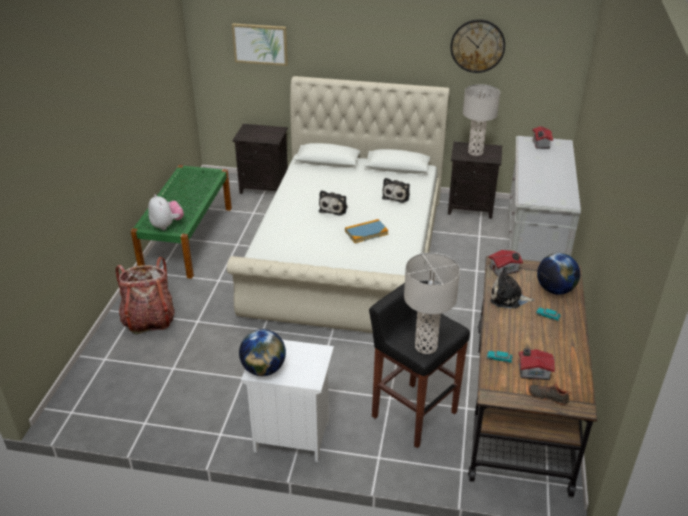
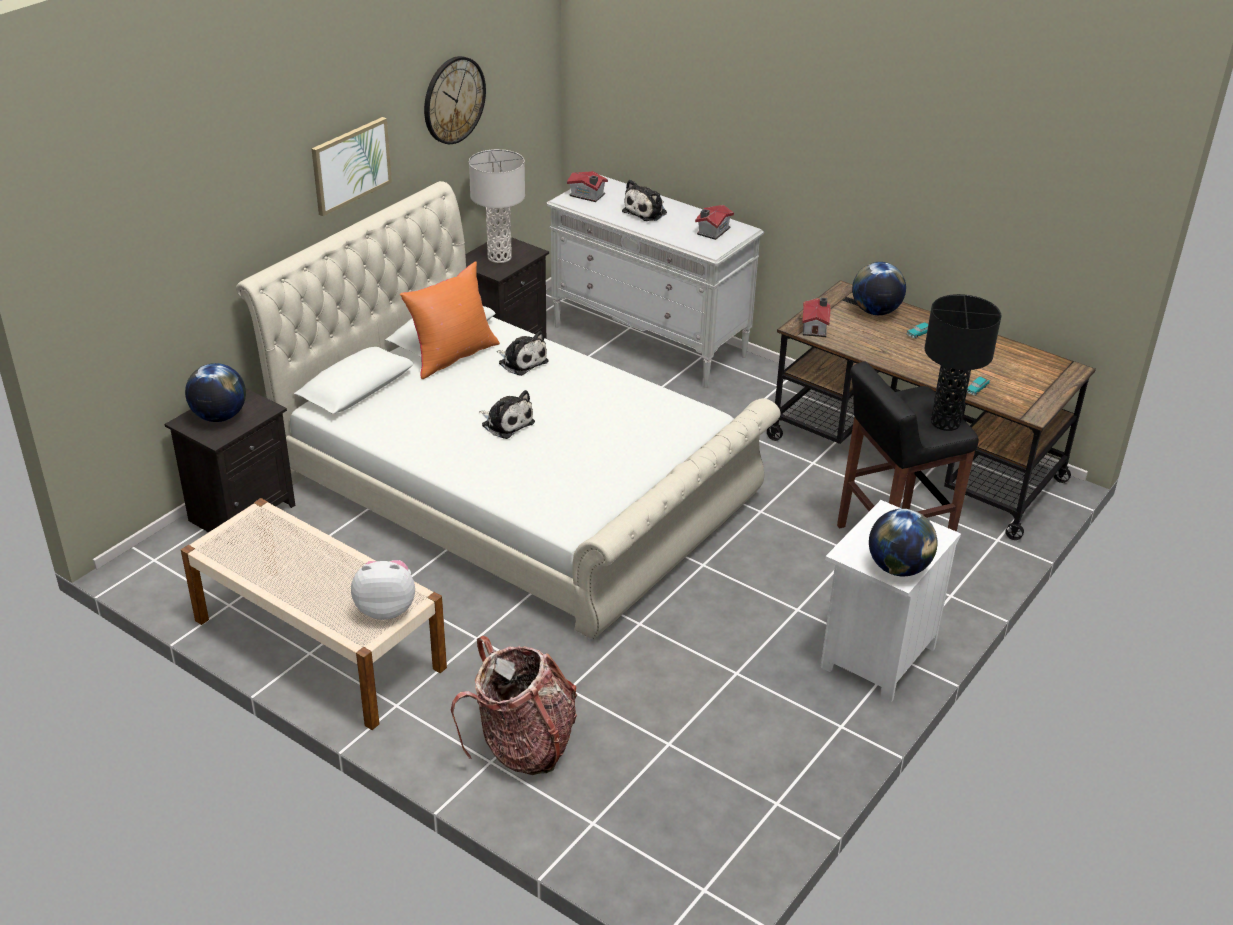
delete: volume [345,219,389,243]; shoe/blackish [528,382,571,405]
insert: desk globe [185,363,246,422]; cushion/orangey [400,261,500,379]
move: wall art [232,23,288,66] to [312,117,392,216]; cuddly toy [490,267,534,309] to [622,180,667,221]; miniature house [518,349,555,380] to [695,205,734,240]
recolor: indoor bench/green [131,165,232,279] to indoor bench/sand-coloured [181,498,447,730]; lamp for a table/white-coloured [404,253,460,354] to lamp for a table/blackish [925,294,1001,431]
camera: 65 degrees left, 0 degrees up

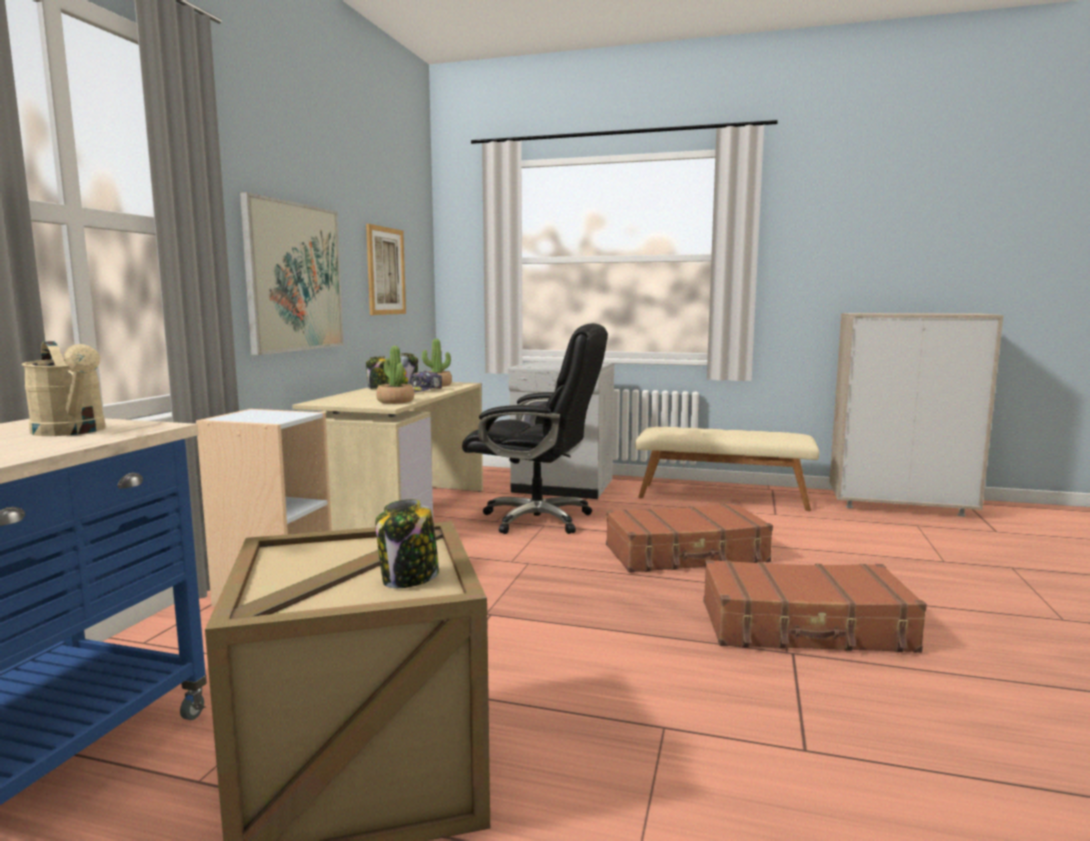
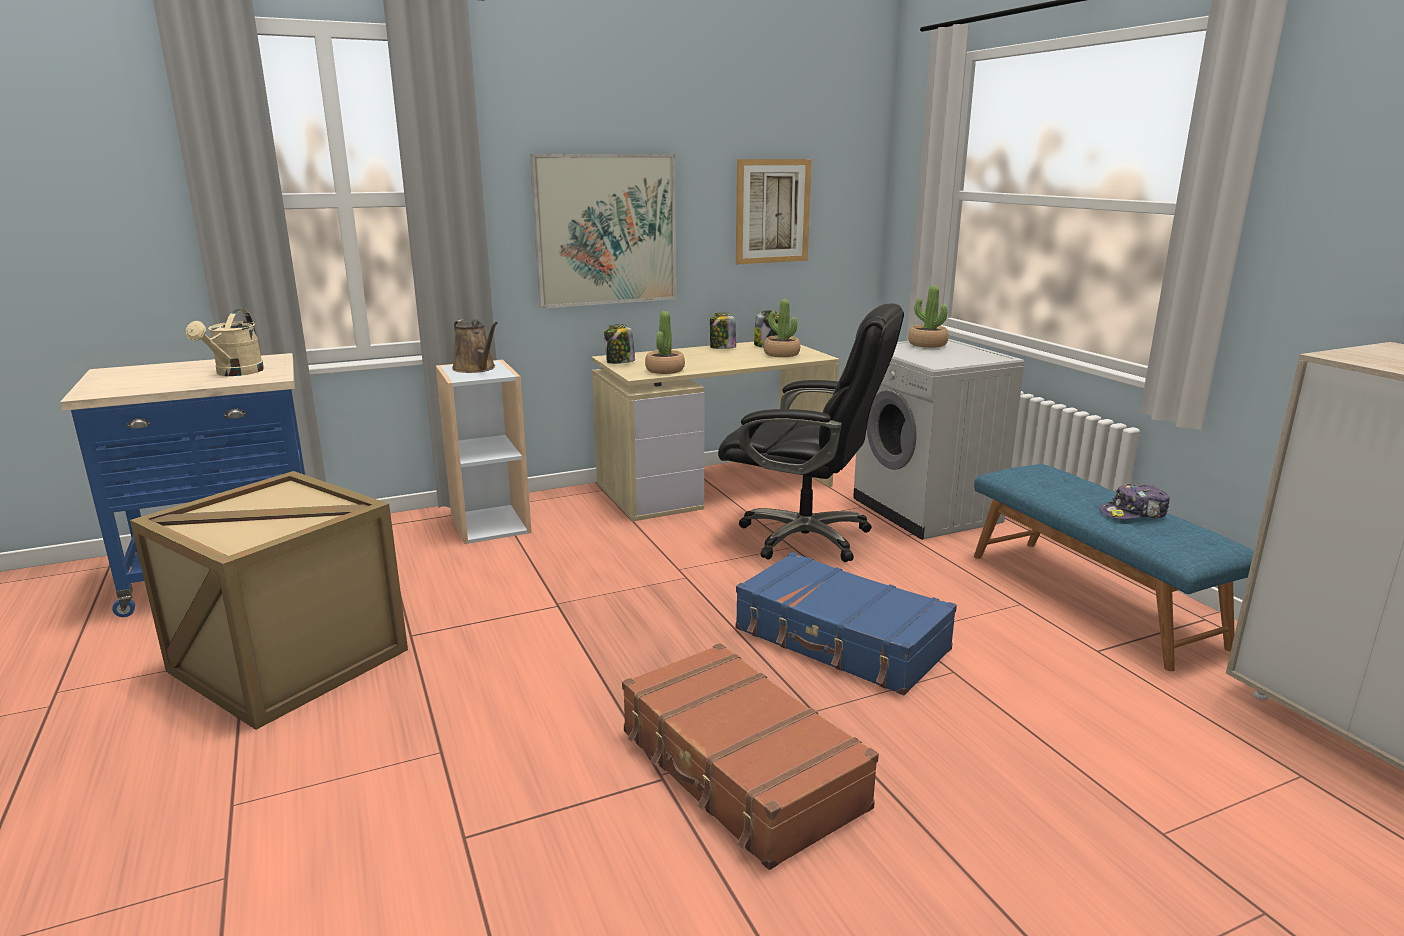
insert: watering pot/brown-coloured [452,319,498,373]; houseplant [908,285,948,348]
move: storage jar [375,499,439,588] to [604,324,635,364]; baseball cap [409,371,442,392] to [1099,483,1170,519]
recolor: suitcase/brown-coloured [606,503,773,573] to suitcase/blue-coloured [736,552,957,696]; indoor bench/sand-coloured [635,427,819,511] to indoor bench/blue-coloured [974,464,1254,671]
rotate: office chair/blackish [462,323,608,534] = [718,304,904,562] 45 degrees counterclockwise
camera: 50 degrees right, 10 degrees up

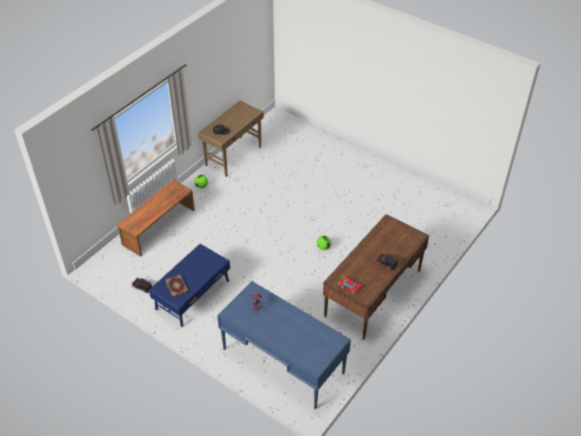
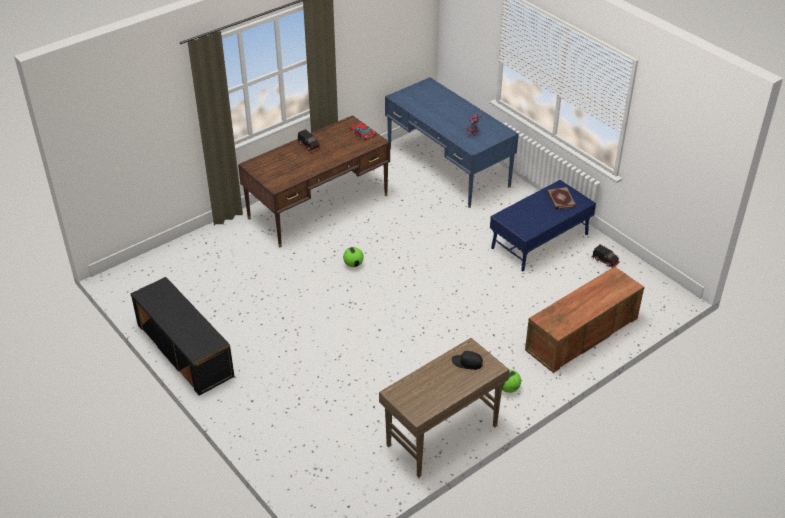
insert: indoor bench/blackish [130,277,235,396]
camera: 165 degrees left, 5 degrees down

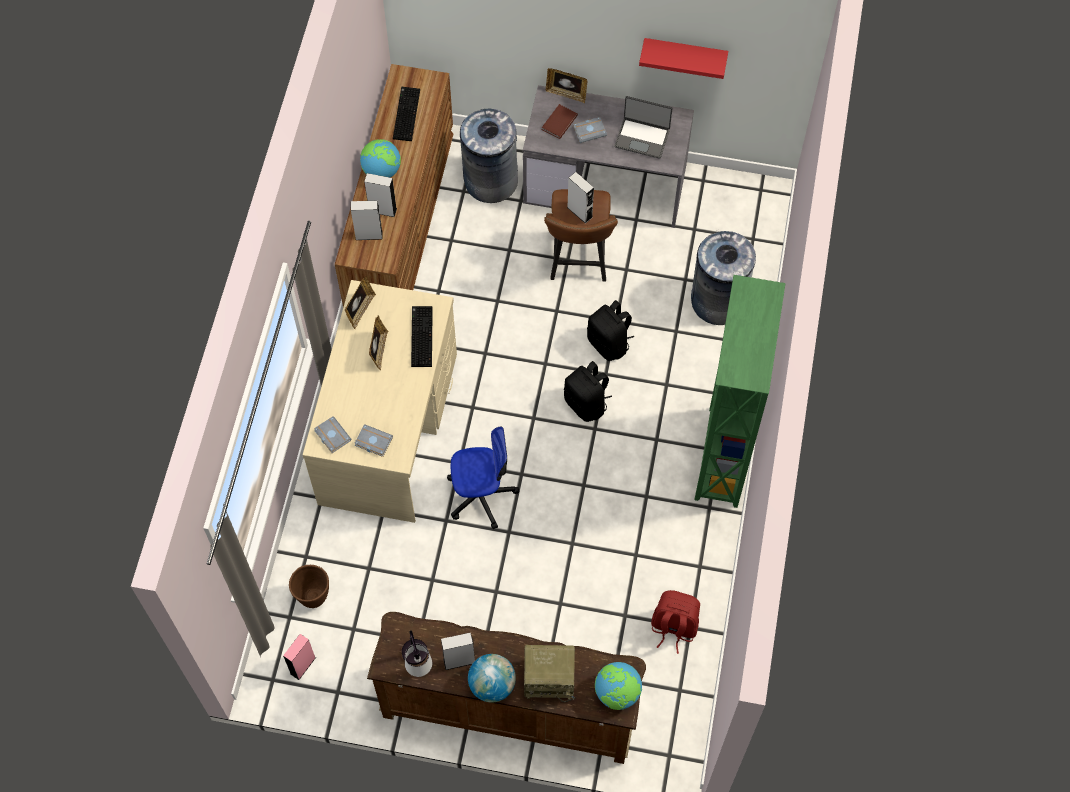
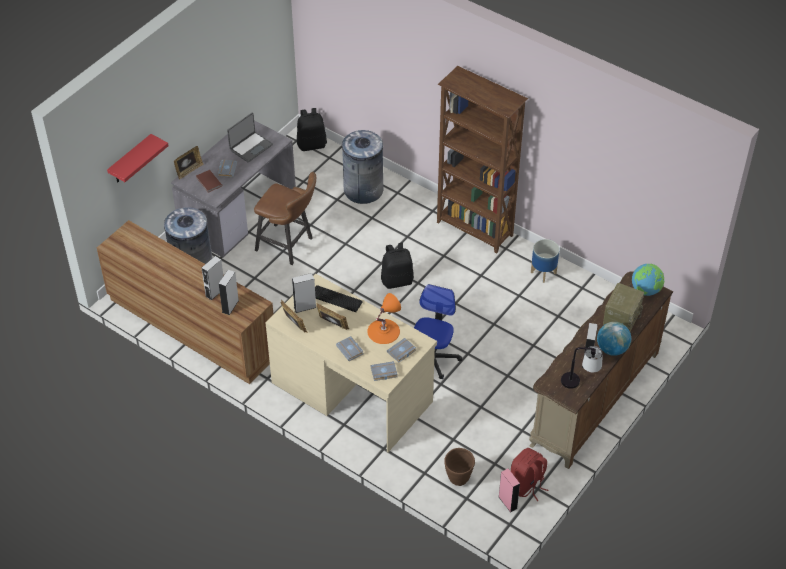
delete: desk globe [360,139,401,178]; computer keyboard [393,87,420,141]
insert: volume/greyish [336,336,364,361]; lamp for a table/orangey [367,293,401,344]; planter [531,239,560,283]
move: audio speaker/greyish [567,172,594,224] to [292,273,316,313]; rucksack/blackish [587,300,634,361] to [297,108,327,151]; shelf/reddish [639,38,728,79] to [107,134,169,182]; rucksack/reddish [651,590,700,654] to [511,448,548,501]
recolor: bookcase/green [694,275,786,508] to bookcase/brown-coloured [437,66,528,254]
camera: 65 degrees left, 15 degrees down

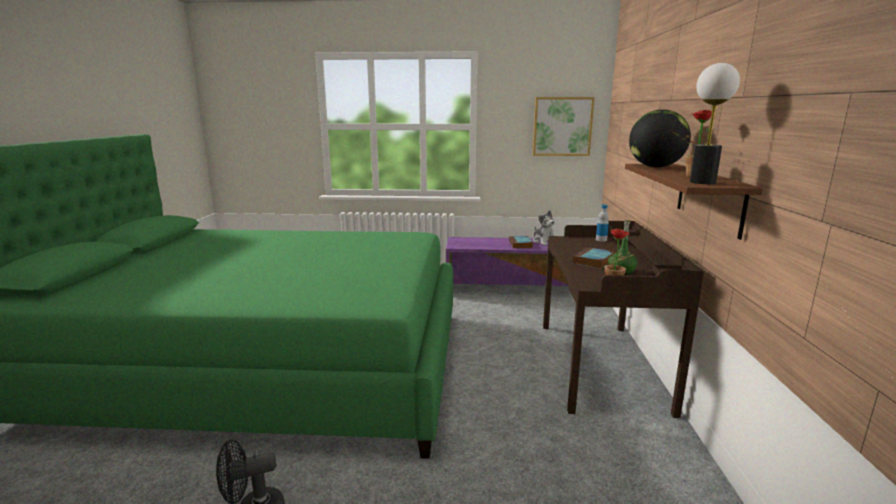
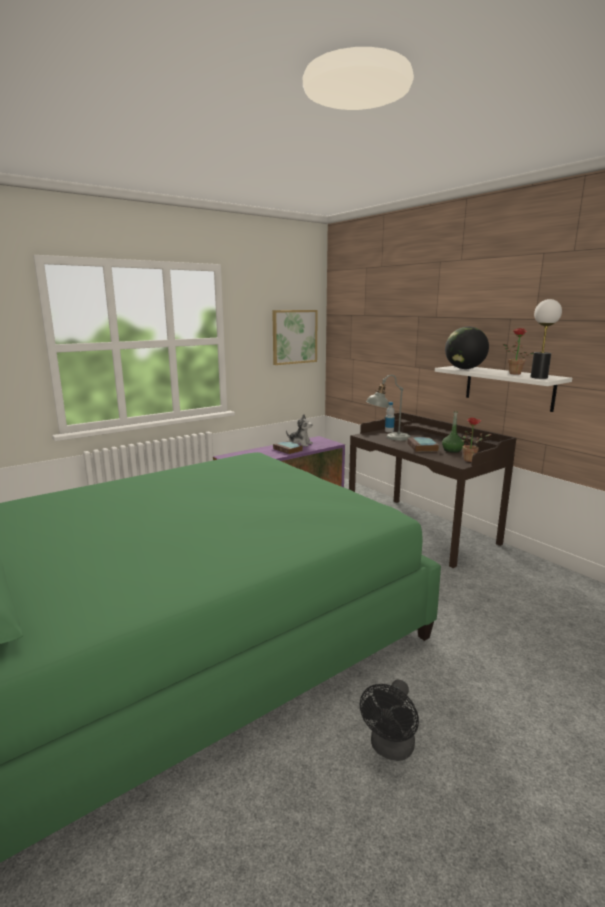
insert: lamp for a table/greyish [366,375,411,441]
recolor: shelf/brown-coloured [625,164,763,240] to shelf/white-coloured [435,366,572,412]
camera: 40 degrees left, 0 degrees up

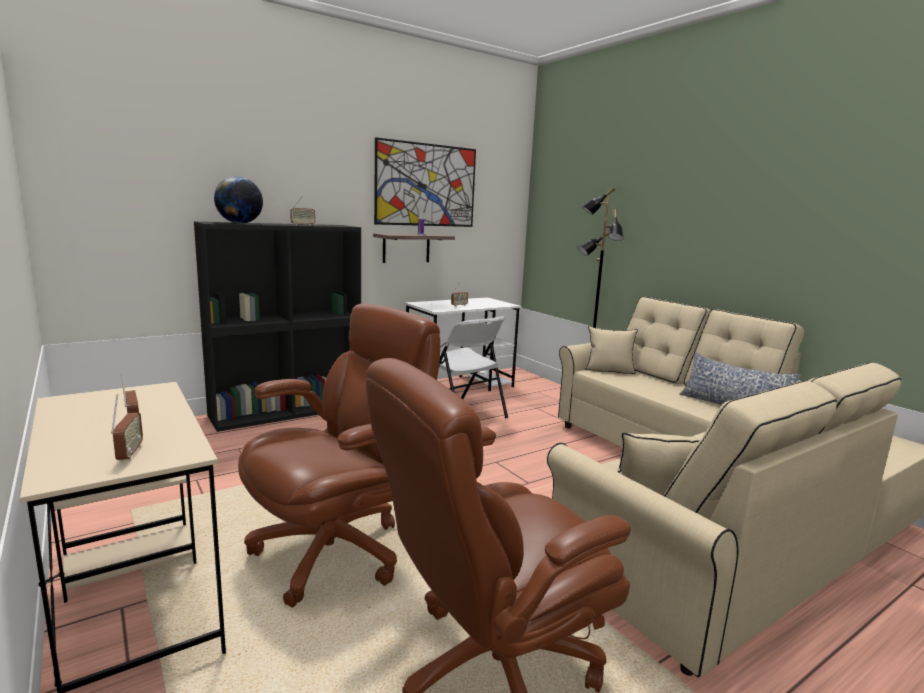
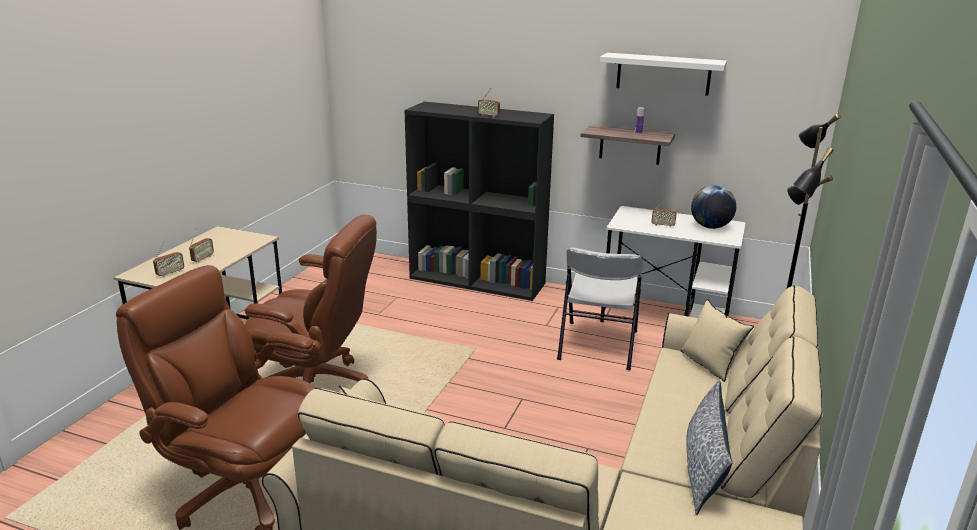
move: desk globe [214,177,263,224] to [691,185,736,229]
replace: wall art [374,137,476,227] to shelf/white-coloured [600,53,727,96]
camera: 55 degrees right, 10 degrees up

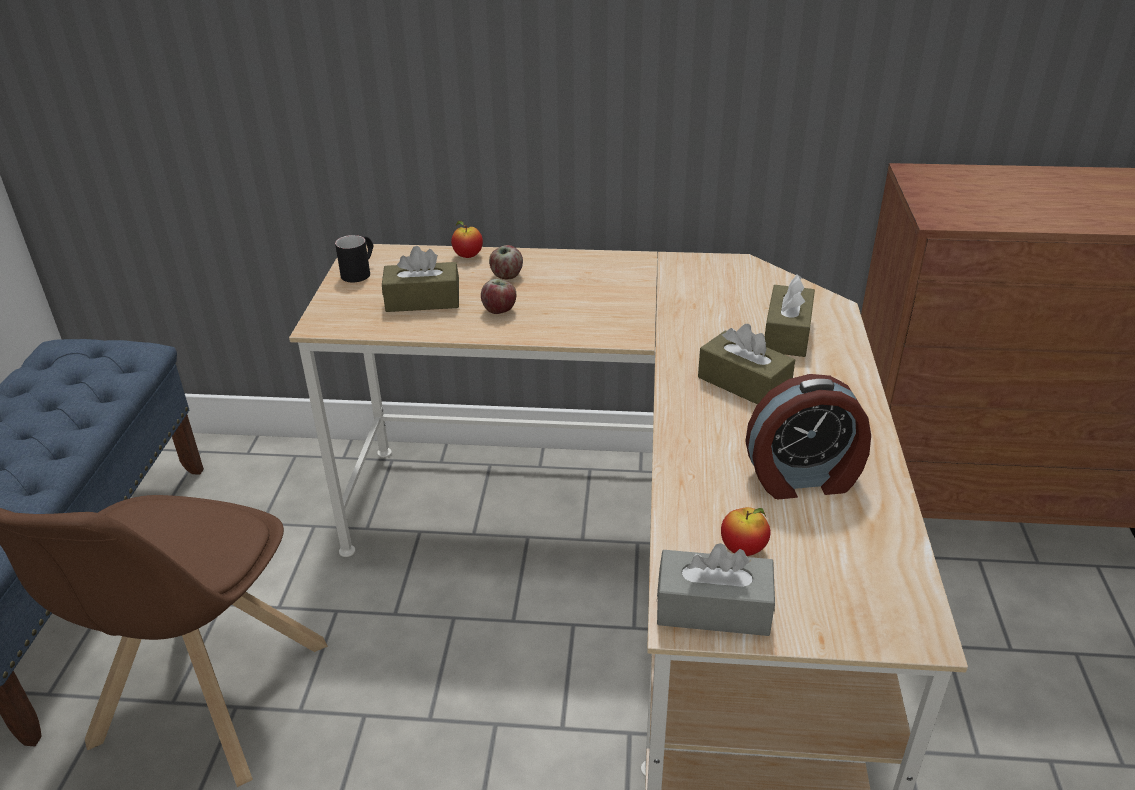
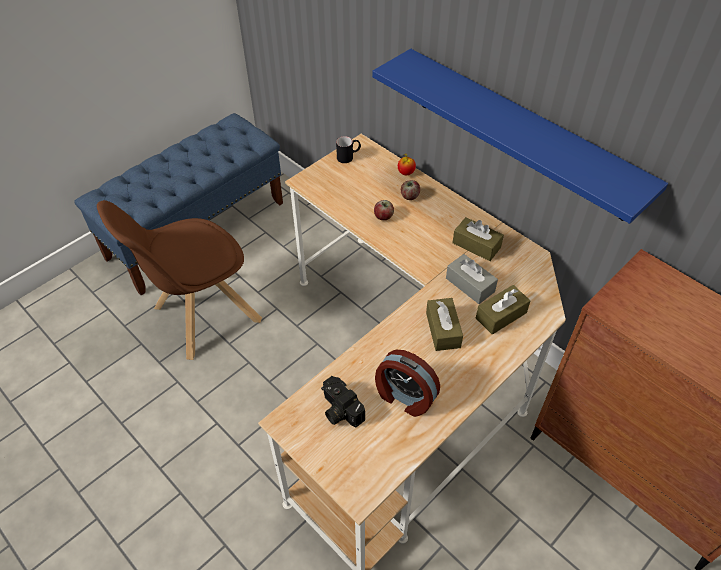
insert: shelf/blue-coloured [372,49,668,224]
move: tissue holder/brown-coloured [382,246,459,312] to [453,217,504,261]; tissue holder/greyish [657,543,775,636] to [446,254,498,304]
replace: apple fruit [721,507,771,556] to photo camera [321,376,365,427]
camera: 40 degrees right, 15 degrees up

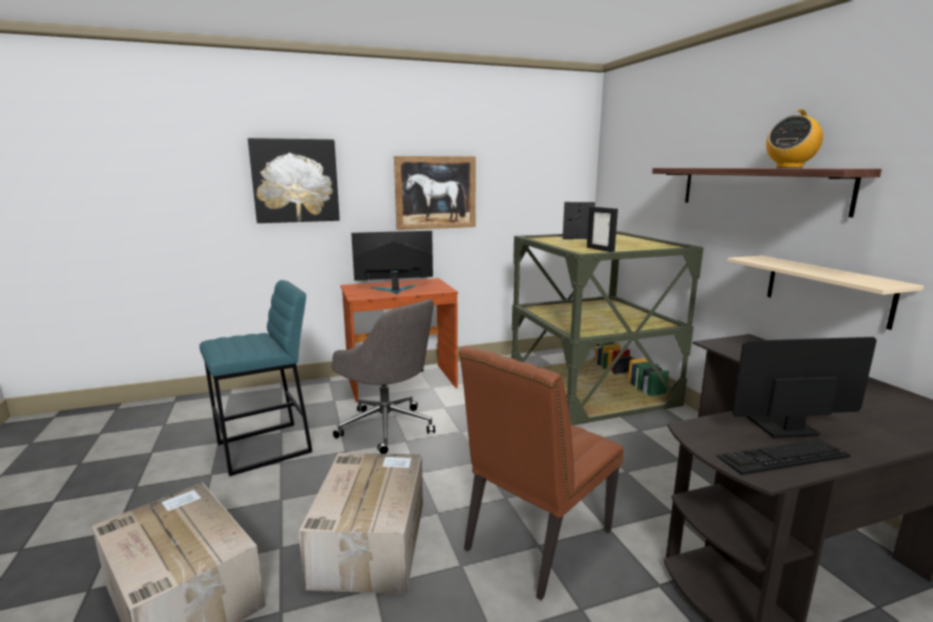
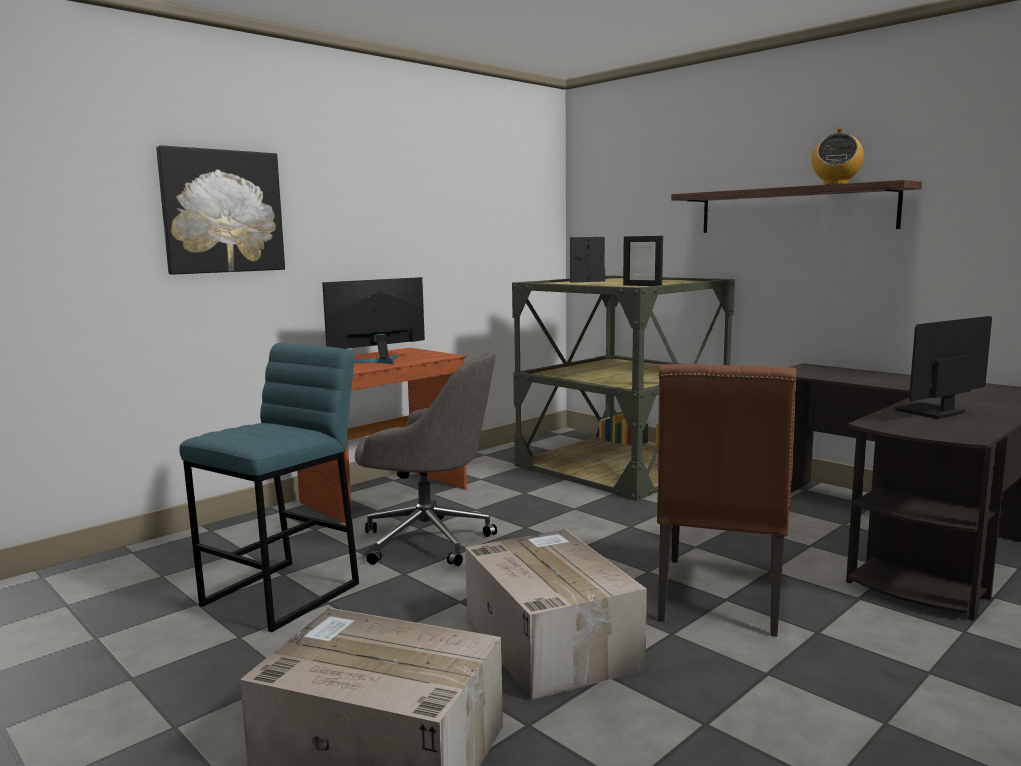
delete: wall art [394,156,476,230]; computer keyboard [716,439,850,475]; shelf/sand-coloured [727,255,924,330]
camera: 25 degrees left, 5 degrees down

